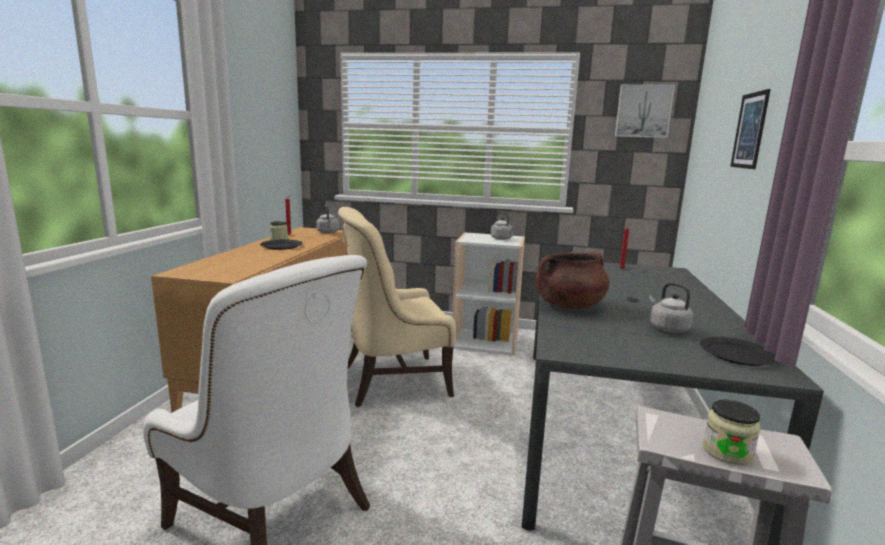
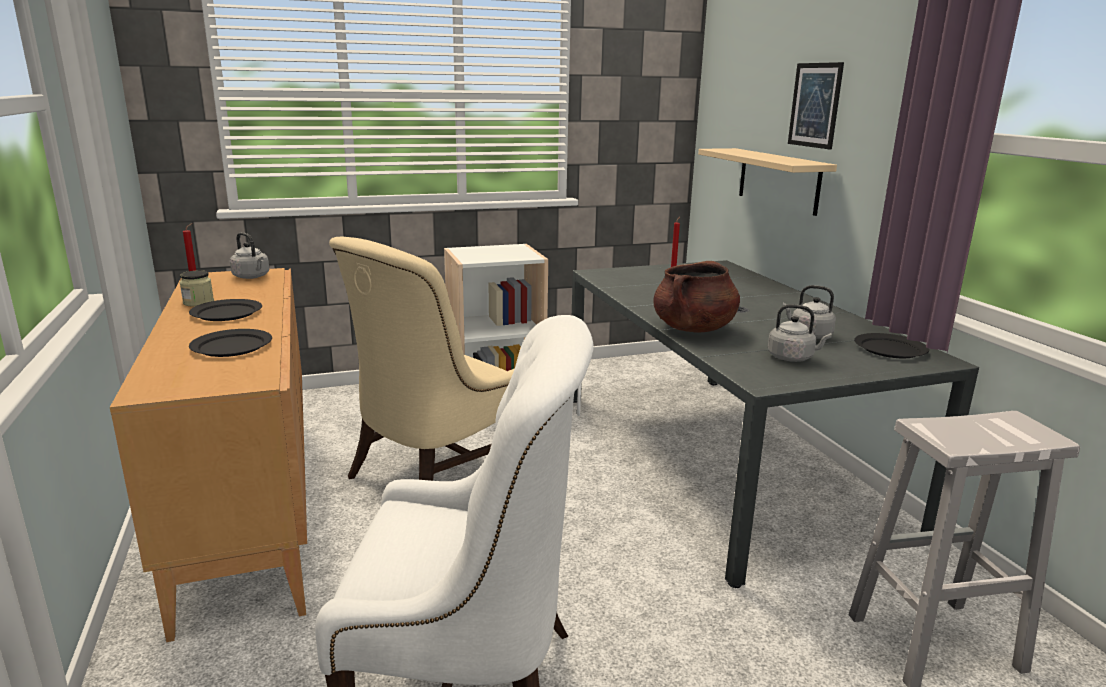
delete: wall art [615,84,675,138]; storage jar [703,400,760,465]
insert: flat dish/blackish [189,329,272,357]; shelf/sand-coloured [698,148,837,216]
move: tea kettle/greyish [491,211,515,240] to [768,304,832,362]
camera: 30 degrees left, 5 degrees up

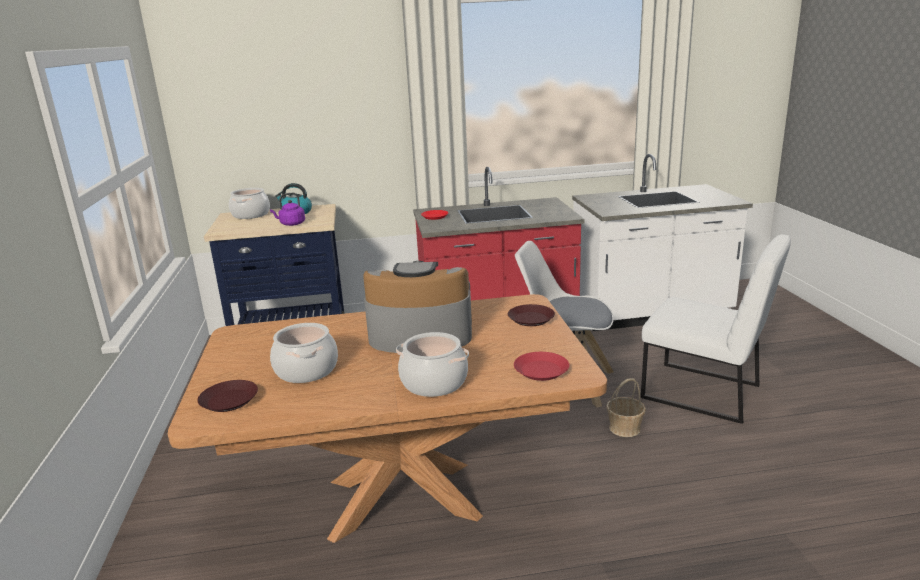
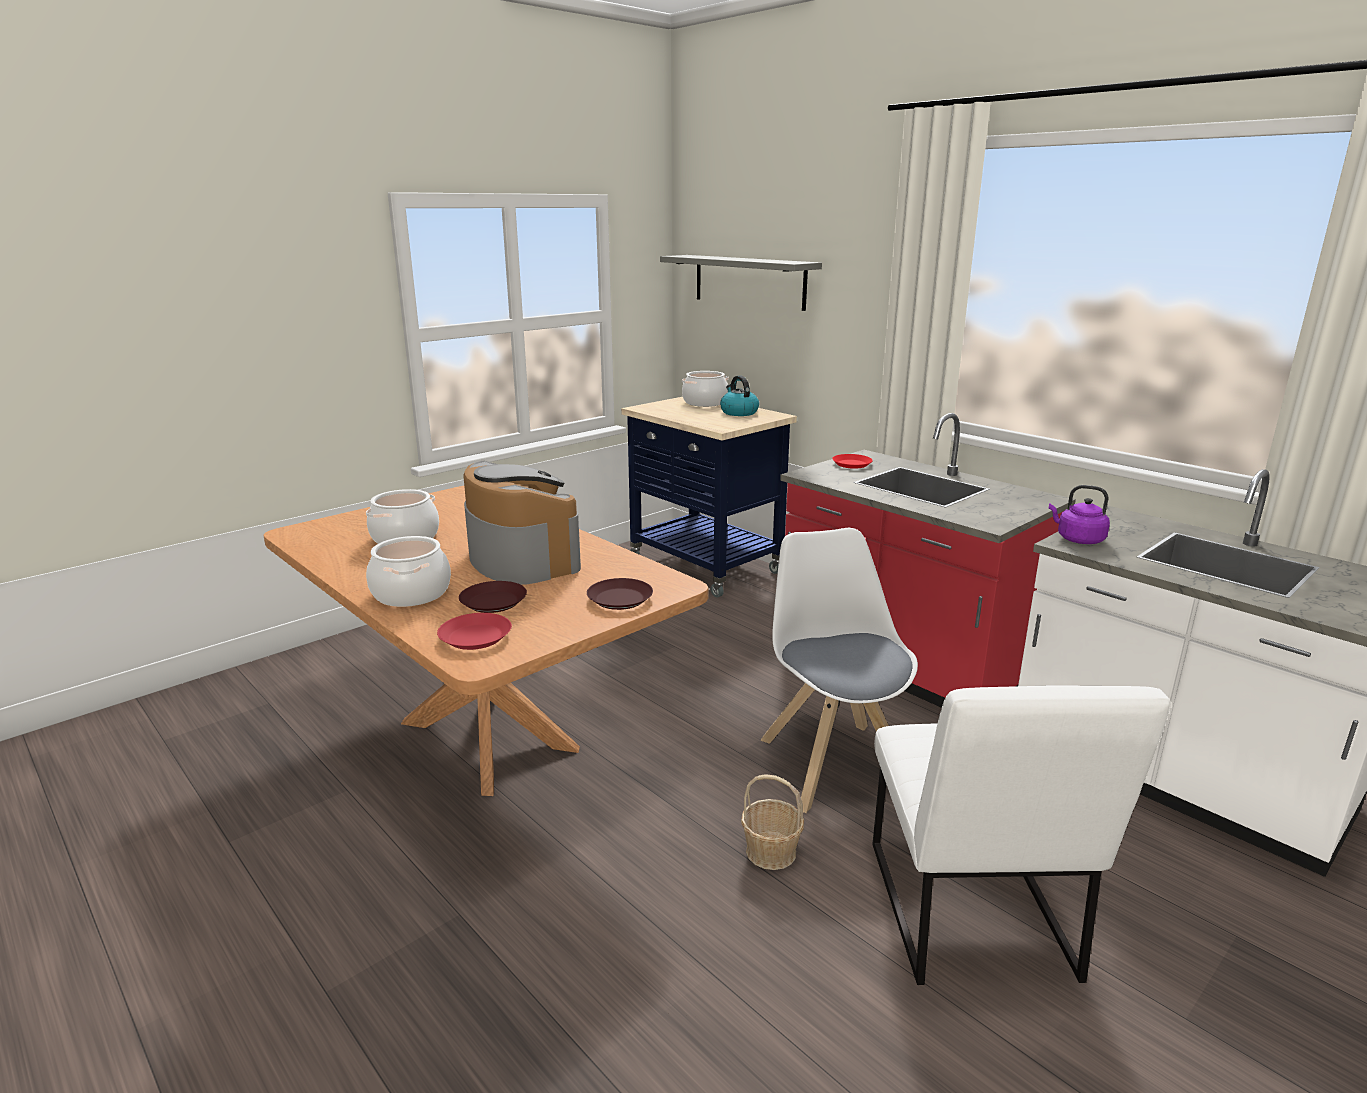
insert: shelf/greyish [660,255,822,311]
move: flat dish/brown-coloured [197,380,258,412] to [459,581,527,613]; tea kettle/purple [270,193,305,226] to [1049,485,1110,544]
camera: 55 degrees right, 0 degrees up

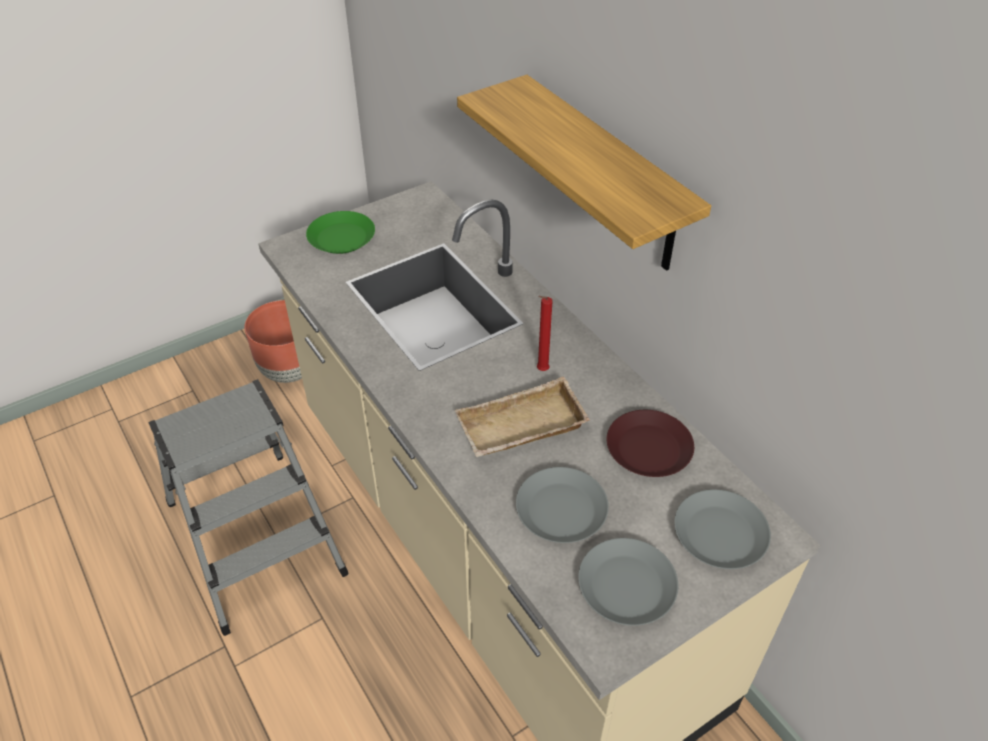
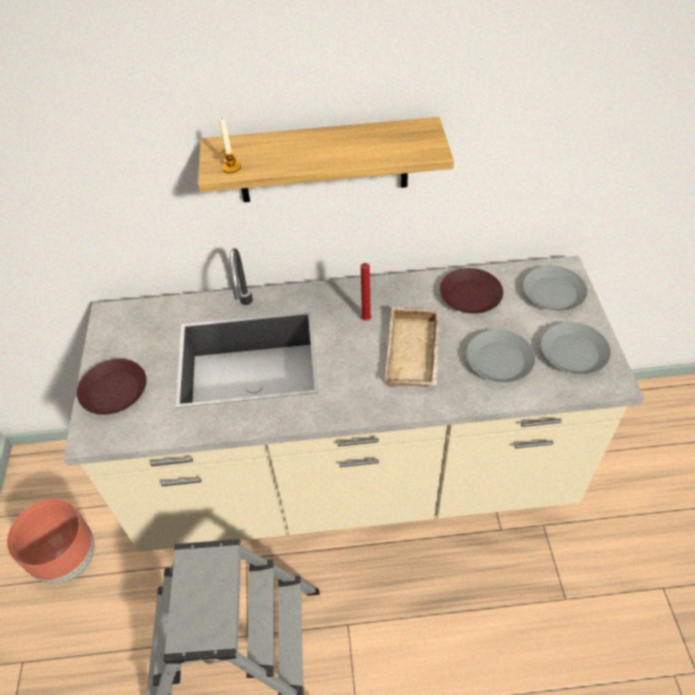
insert: wax candle [219,117,241,173]
recolor: flat dish/green [306,211,375,254] to flat dish/brown-coloured [77,359,147,415]
camera: 60 degrees left, 5 degrees up

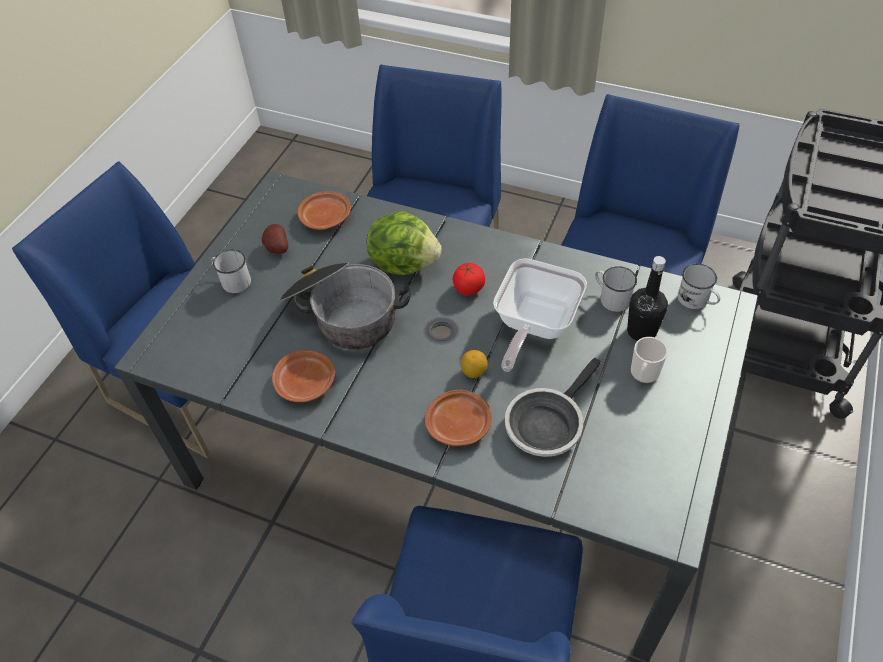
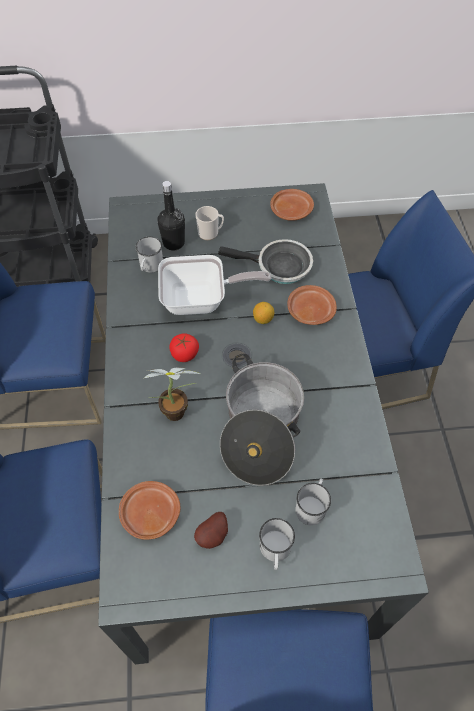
move: flat dish/brown-coloured [272,350,335,402] to [270,189,314,221]; tea mug/white-coloured [678,264,720,309] to [295,478,331,525]
replace: lettuce head [367,211,441,275] to houseplant [144,368,200,421]
camera: 120 degrees left, 5 degrees up

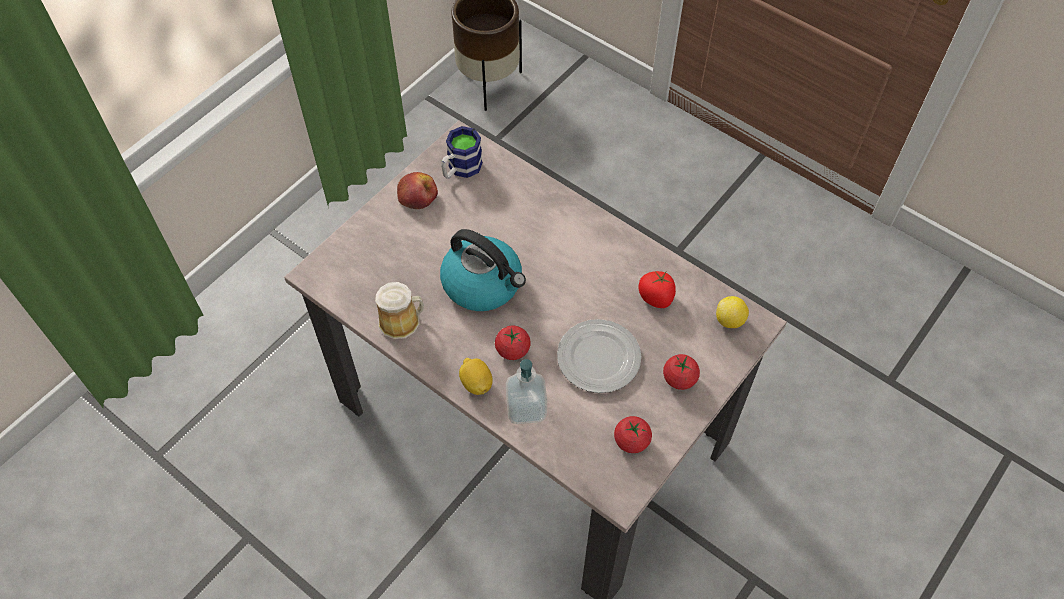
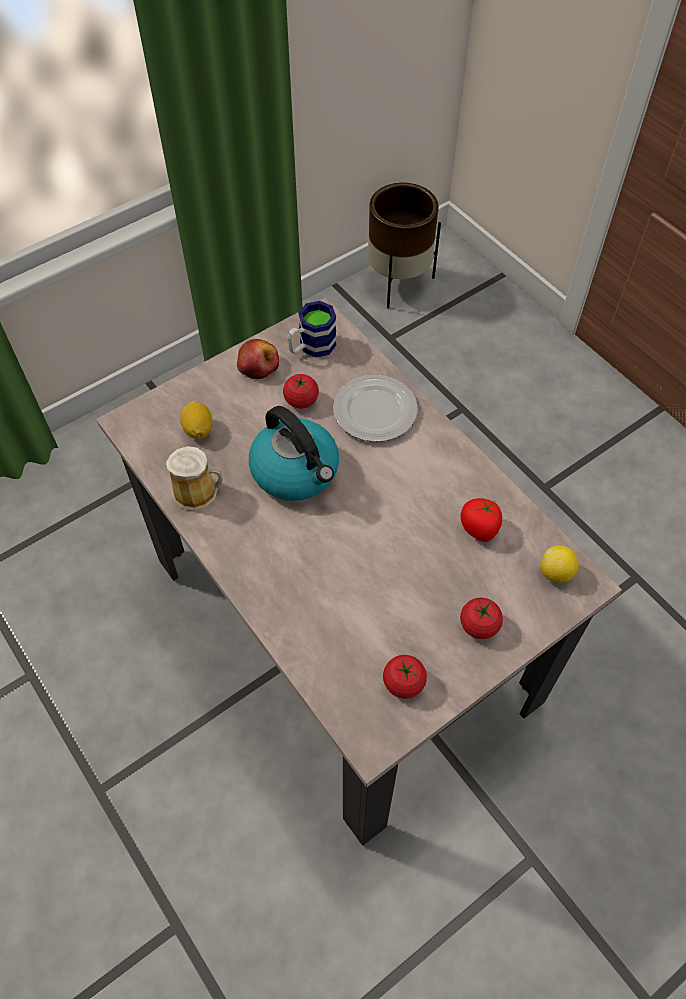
delete: soap dispenser [506,359,547,424]
move: citrus fruit [459,358,493,395] to [180,401,213,439]; fresh tomato [495,326,531,360] to [283,374,319,409]; flat dish [557,319,641,393] to [333,375,418,442]
camera: 15 degrees right, 0 degrees up

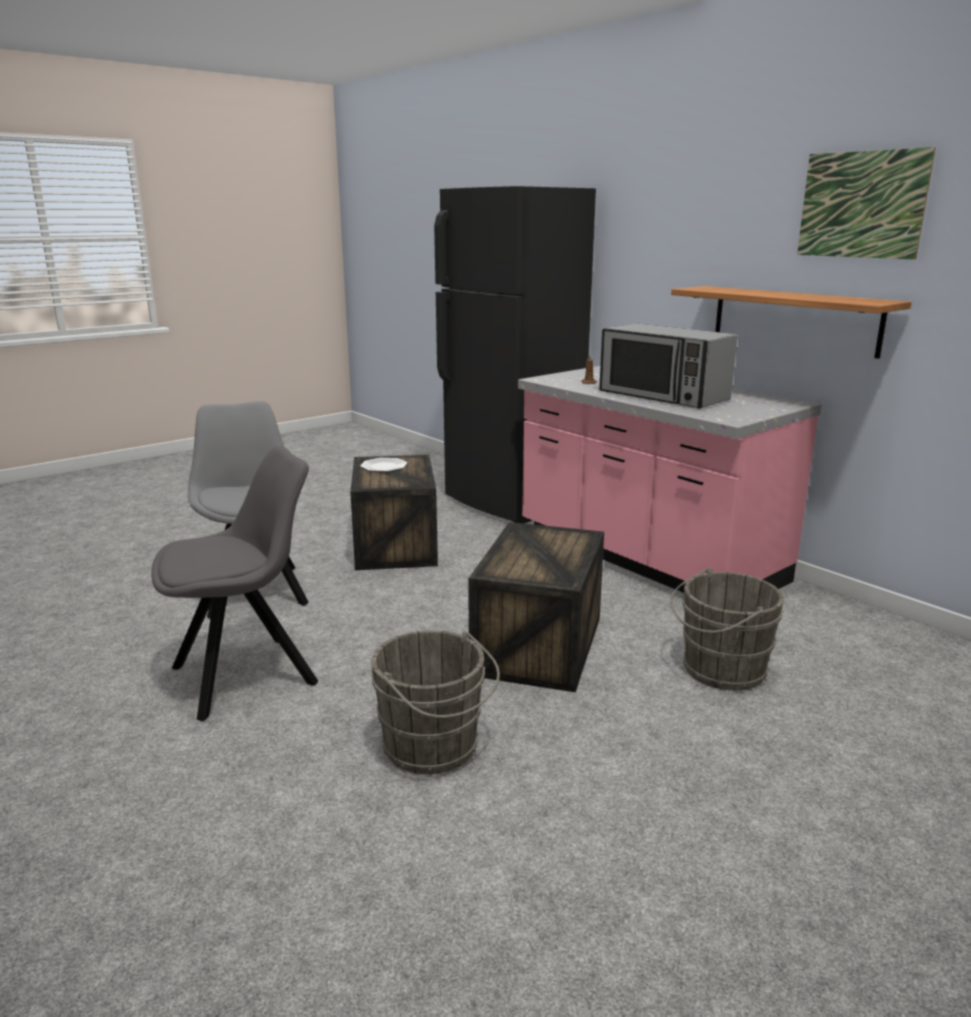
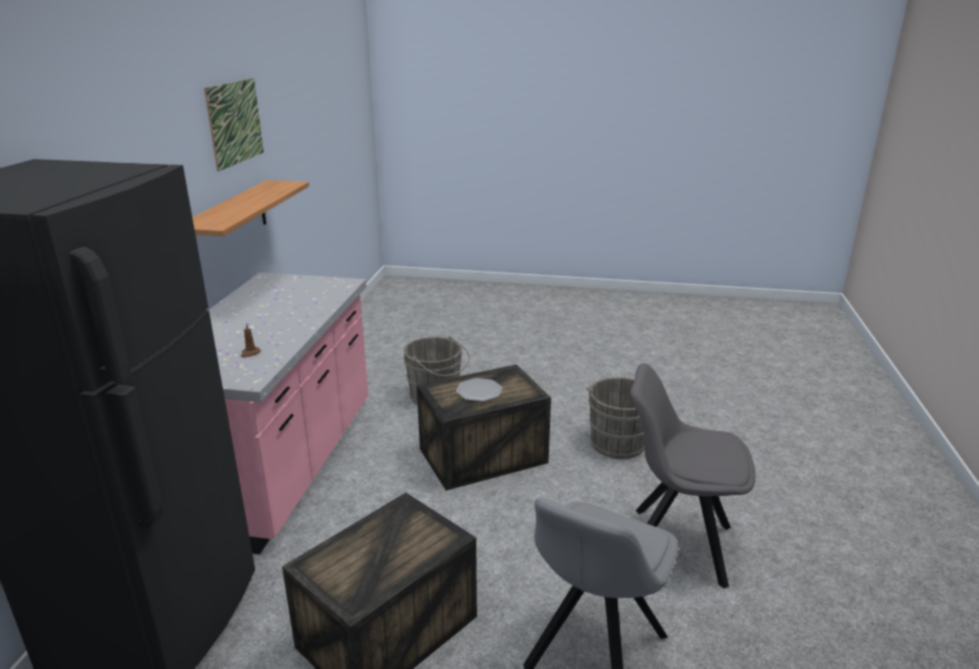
delete: microwave [599,323,738,409]
move: flat dish [360,458,407,472] to [456,378,503,402]
camera: 130 degrees left, 5 degrees up

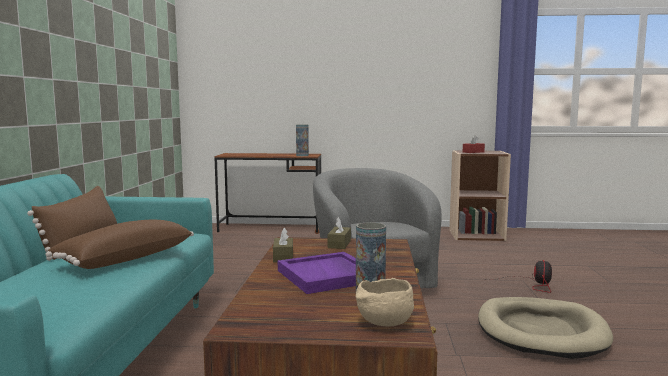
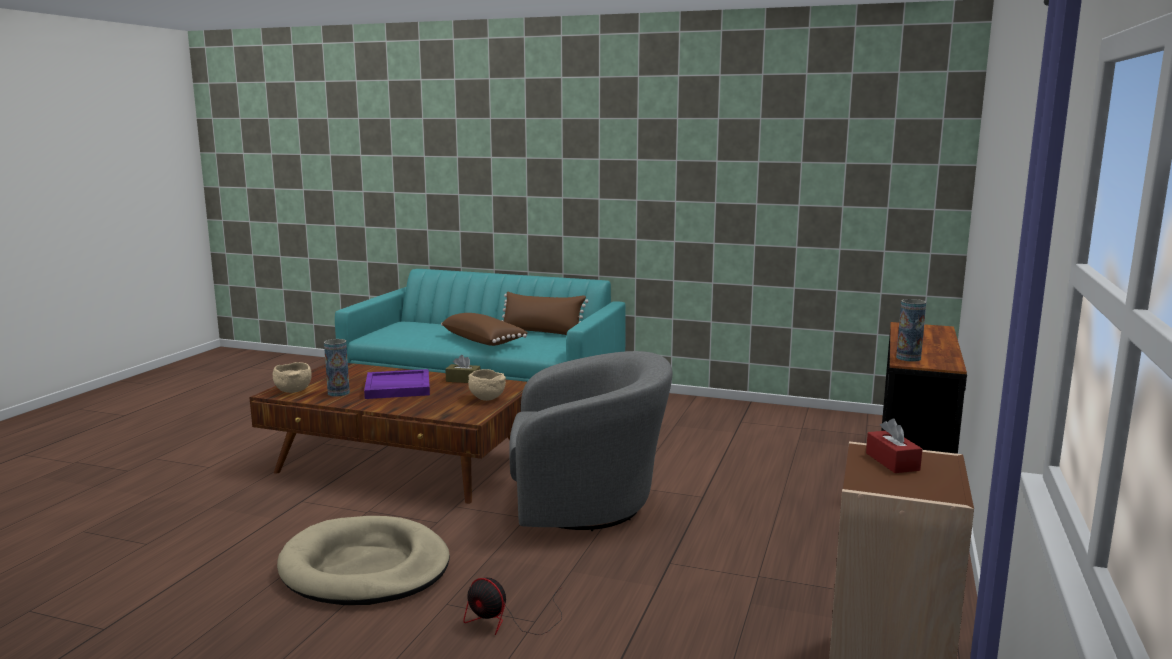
replace: tissue holder/brown-coloured [328,217,351,249] to bowl/sand-coloured [468,369,506,401]
camera: 105 degrees right, 5 degrees up

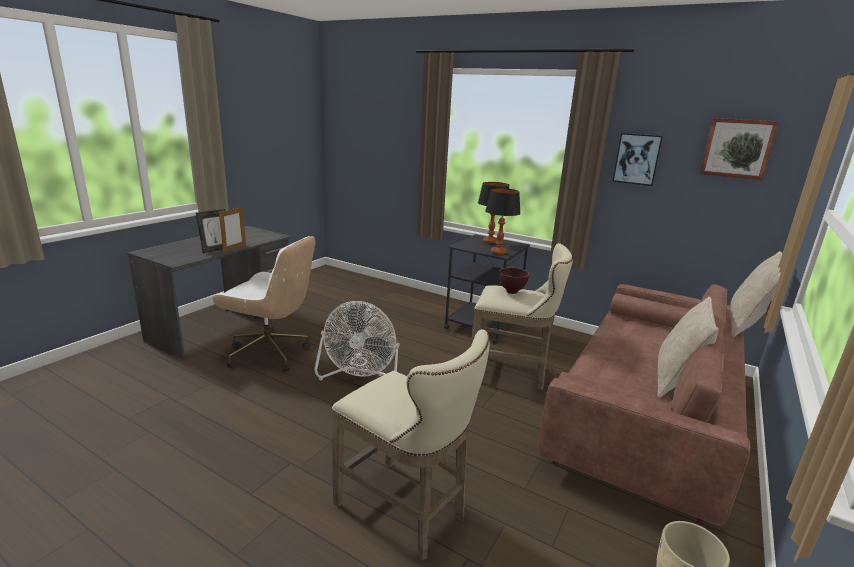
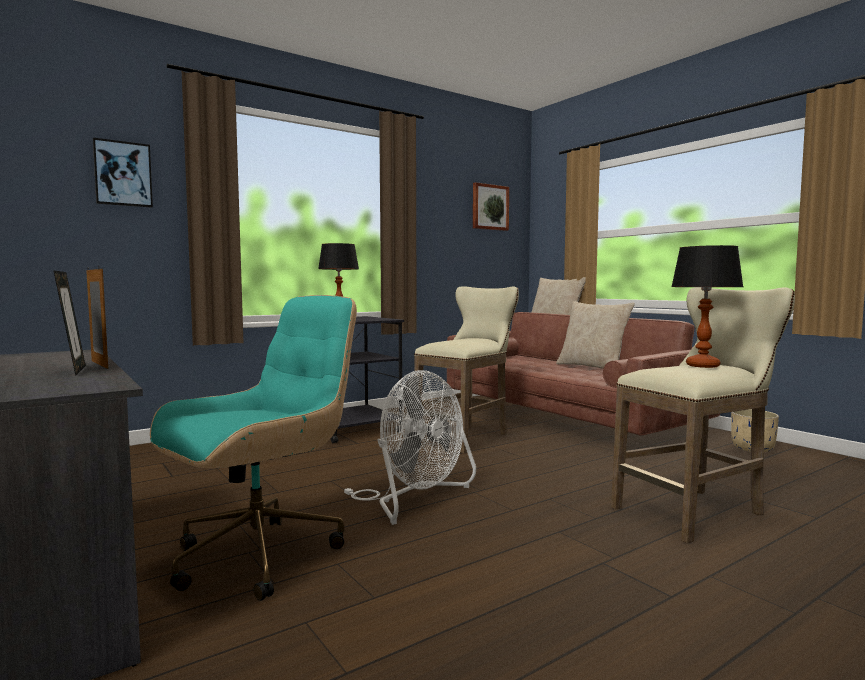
delete: bowl/brown-coloured [499,268,529,294]
move: lamp for a table [485,188,521,255] to [671,245,744,368]; wall art [612,133,663,186] to [93,138,153,207]
recolor: office chair/white-coloured [213,236,315,372] to office chair/turquoise-coloured [150,295,357,601]
camera: 65 degrees left, 15 degrees down

